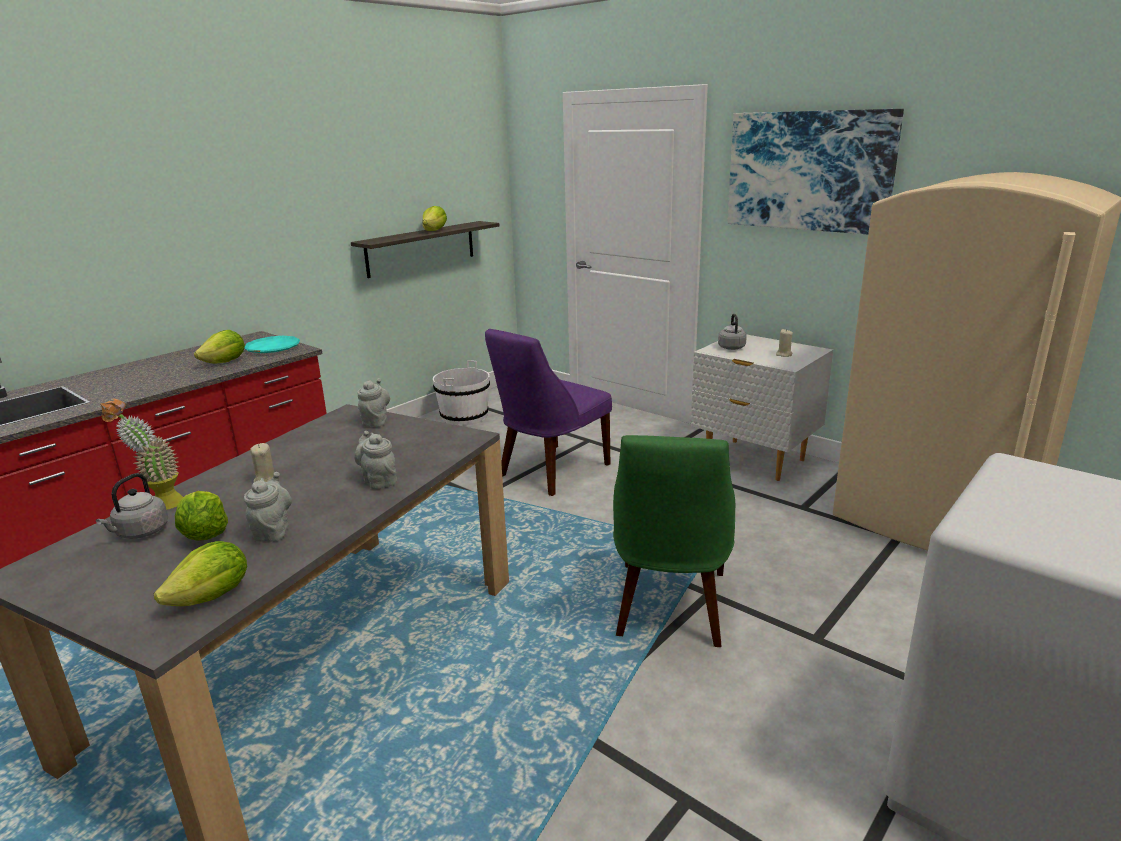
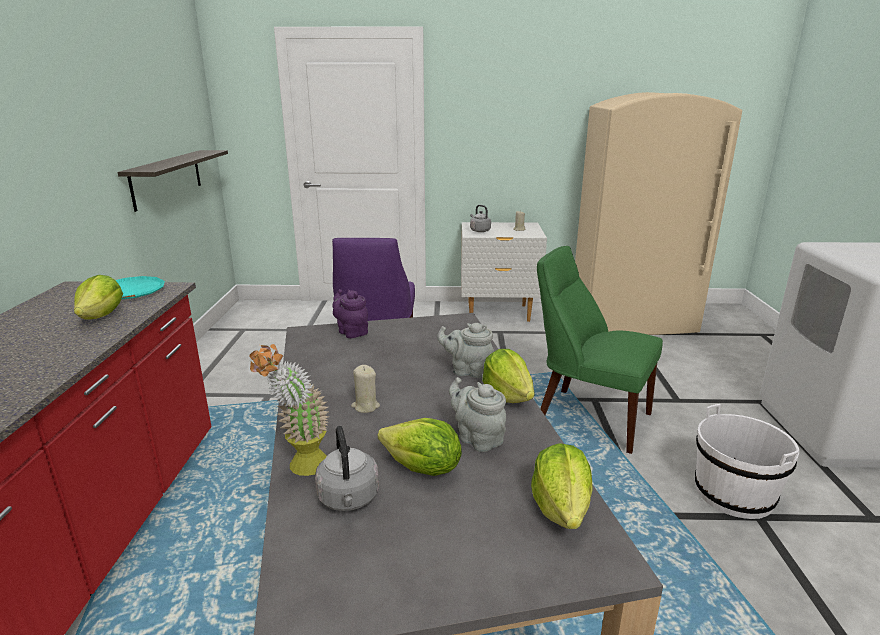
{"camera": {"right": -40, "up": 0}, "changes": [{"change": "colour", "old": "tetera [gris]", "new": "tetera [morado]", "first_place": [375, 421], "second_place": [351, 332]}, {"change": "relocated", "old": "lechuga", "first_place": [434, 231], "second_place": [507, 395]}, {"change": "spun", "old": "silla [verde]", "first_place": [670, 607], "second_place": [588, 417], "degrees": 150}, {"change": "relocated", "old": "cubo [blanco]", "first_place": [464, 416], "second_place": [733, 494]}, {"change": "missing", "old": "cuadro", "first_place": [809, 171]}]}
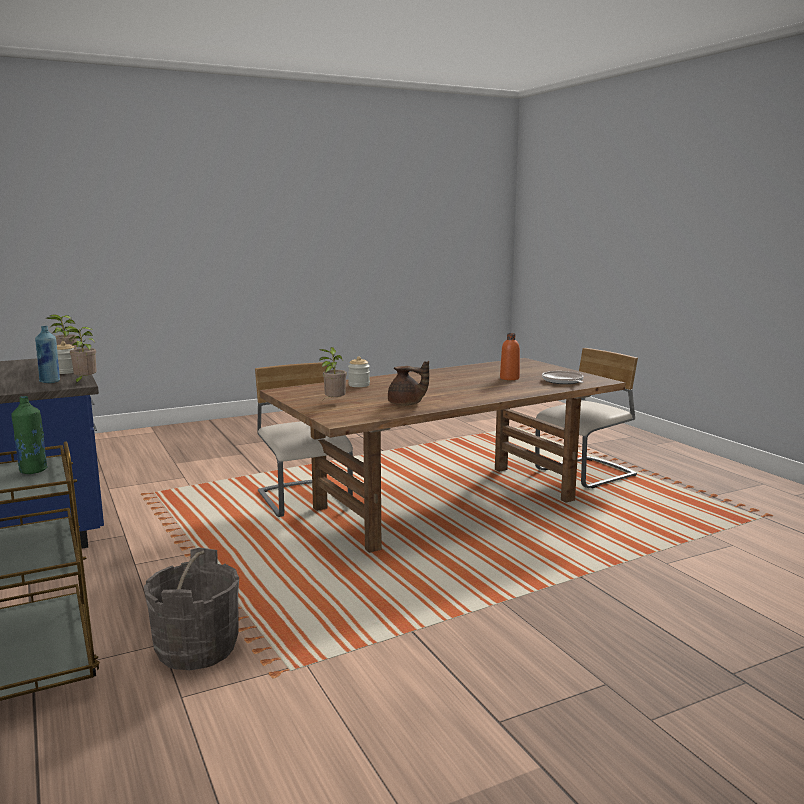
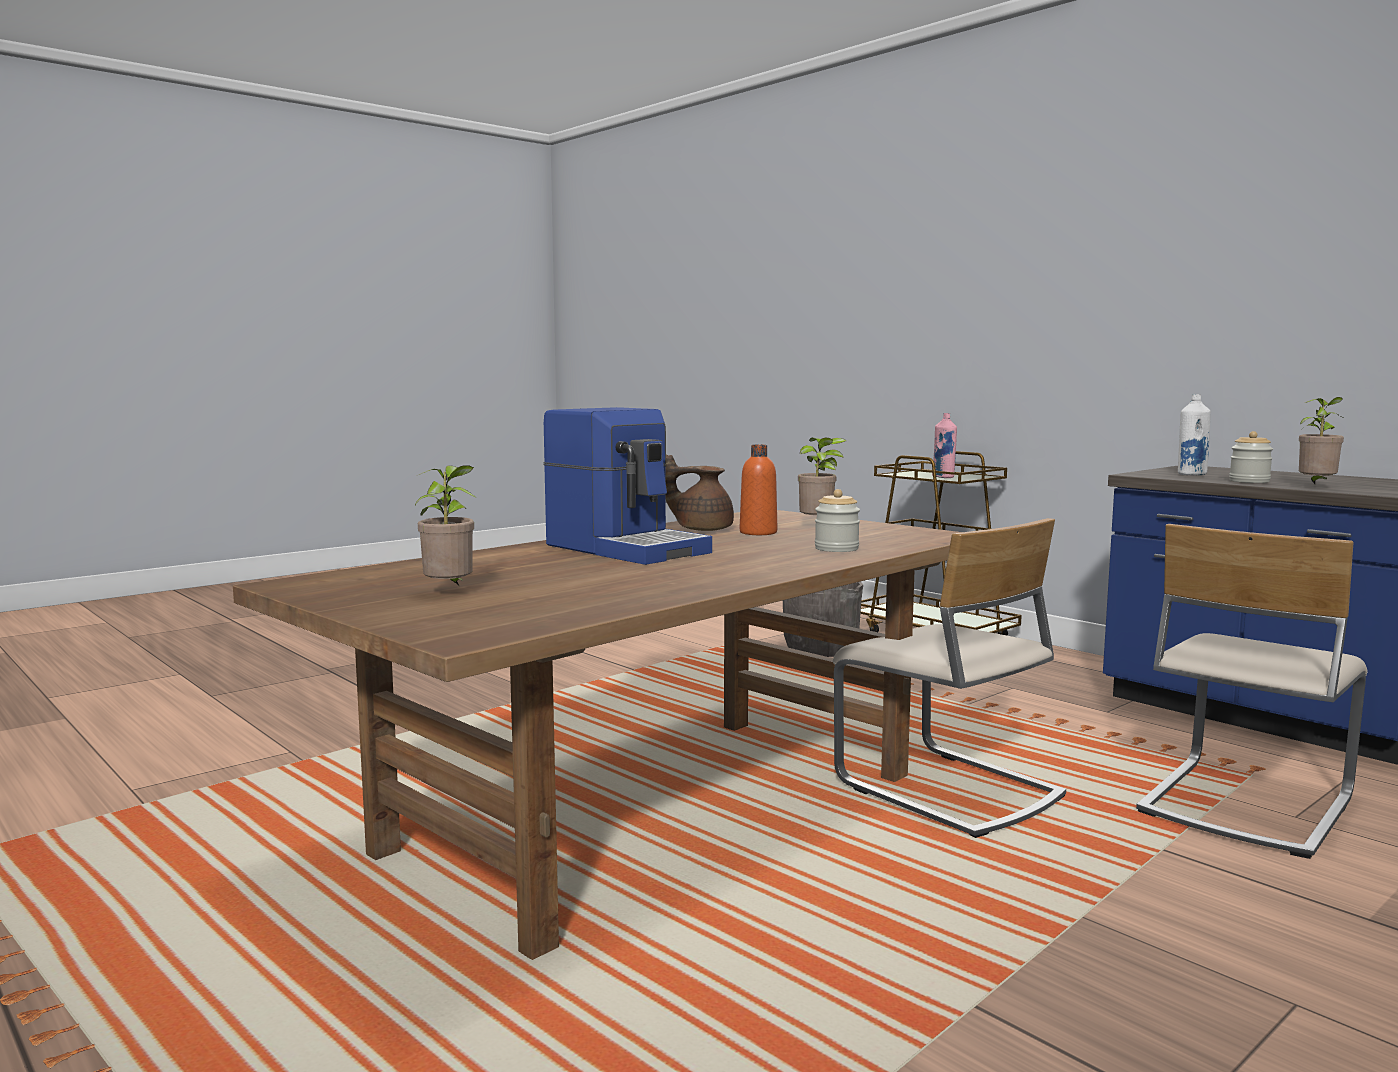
{"camera": {"right": 165, "up": -5}, "changes": [{"change": "relocated", "old": "planta en maceta", "first_place": [84, 382], "second_place": [450, 592]}, {"change": "appeared", "new": "cafetera", "second_place": [627, 548]}, {"change": "relocated", "old": "botella [naranja]", "first_place": [509, 378], "second_place": [758, 532]}, {"change": "colour", "old": "botella [verde]", "new": "botella [rosa]", "first_place": [33, 470], "second_place": [943, 477]}, {"change": "relocated", "old": "silla [beis]", "first_place": [586, 474], "second_place": [1243, 805]}, {"change": "colour", "old": "botella [azul]", "new": "botella [blanco]", "first_place": [50, 381], "second_place": [1191, 474]}, {"change": "missing", "old": "sartén", "first_place": [563, 381]}]}
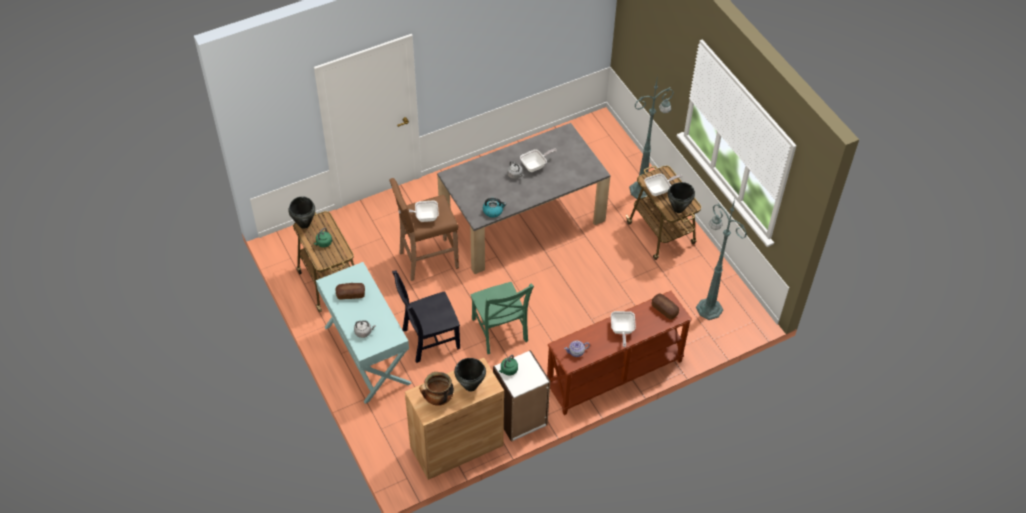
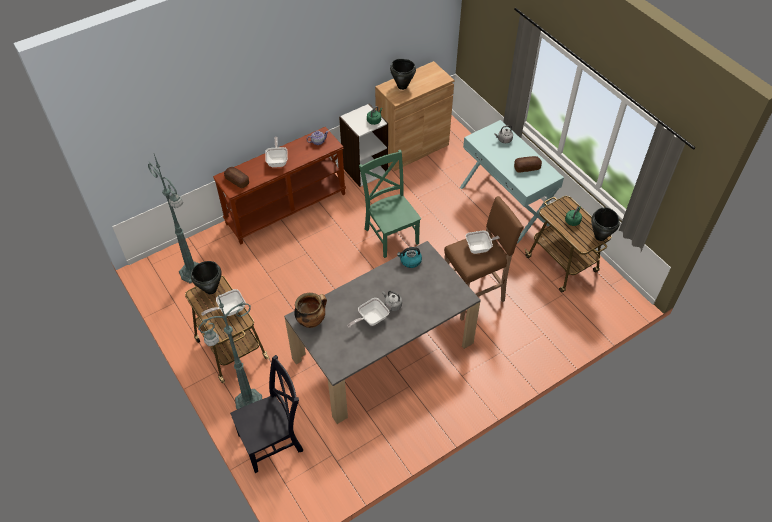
{"camera": {"right": 175, "up": 0}, "changes": [{"change": "relocated", "old": "silla [negro]", "first_place": [428, 339], "second_place": [273, 441]}, {"change": "relocated", "old": "olla", "first_place": [438, 399], "second_place": [311, 320]}]}
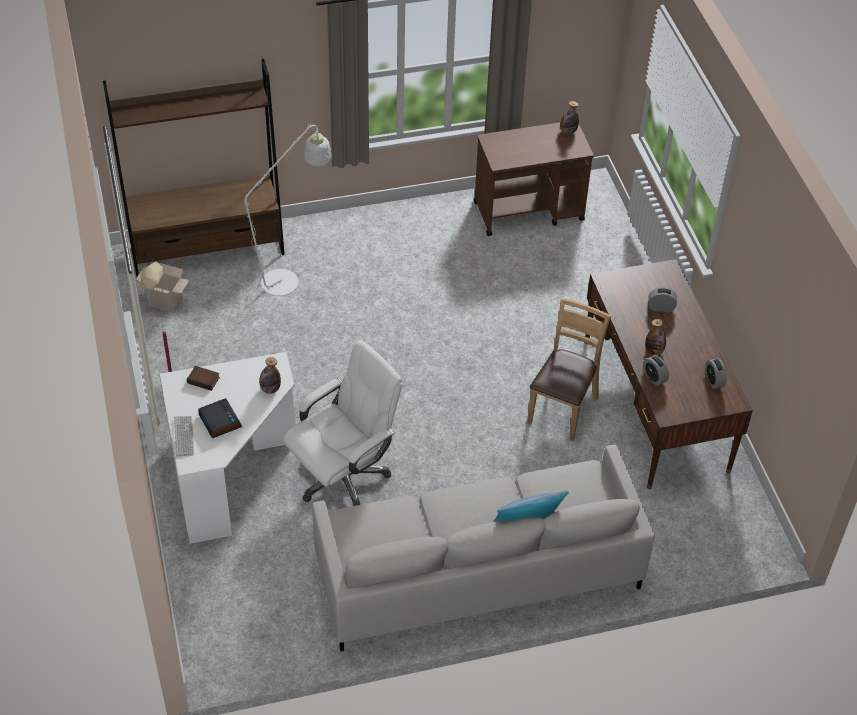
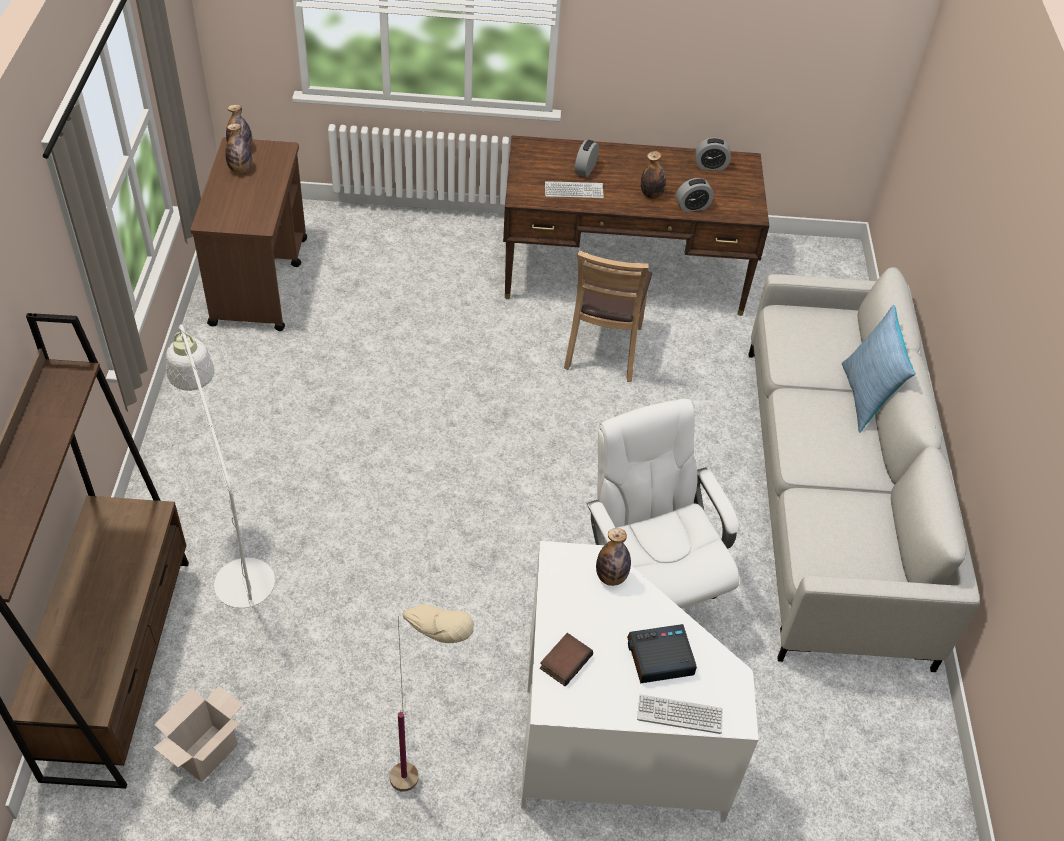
{"camera": {"right": -75, "up": 0}, "changes": [{"change": "appeared", "new": "botella", "second_place": [240, 170]}, {"change": "appeared", "new": "teclado", "second_place": [574, 191]}, {"change": "spun", "old": "silla [marrón]", "first_place": [562, 409], "second_place": [604, 349], "degrees": -120}]}
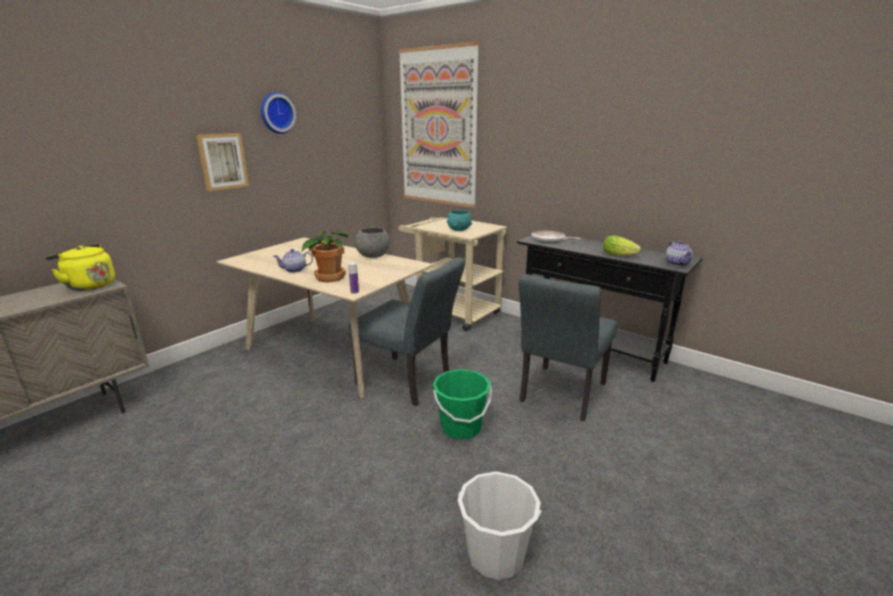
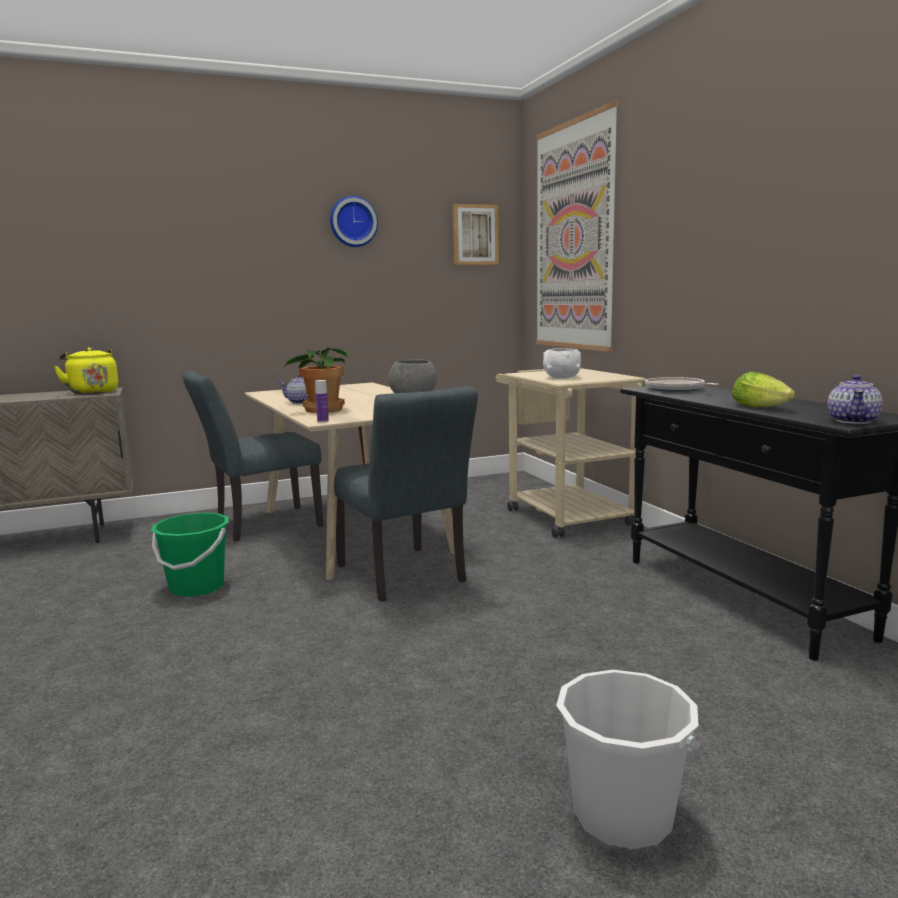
{"camera": {"right": 30, "up": -10}, "changes": [{"change": "relocated", "old": "cubo [verde]", "first_place": [461, 427], "second_place": [197, 587]}, {"change": "relocated", "old": "silla [gris]", "first_place": [560, 395], "second_place": [259, 525]}, {"change": "relocated", "old": "cuadro", "first_place": [222, 161], "second_place": [475, 235]}, {"change": "colour", "old": "cuenco [turquesa]", "new": "cuenco [blanco]", "first_place": [458, 229], "second_place": [561, 377]}, {"change": "relocated", "old": "cubo [blanco]", "first_place": [496, 555], "second_place": [623, 815]}]}
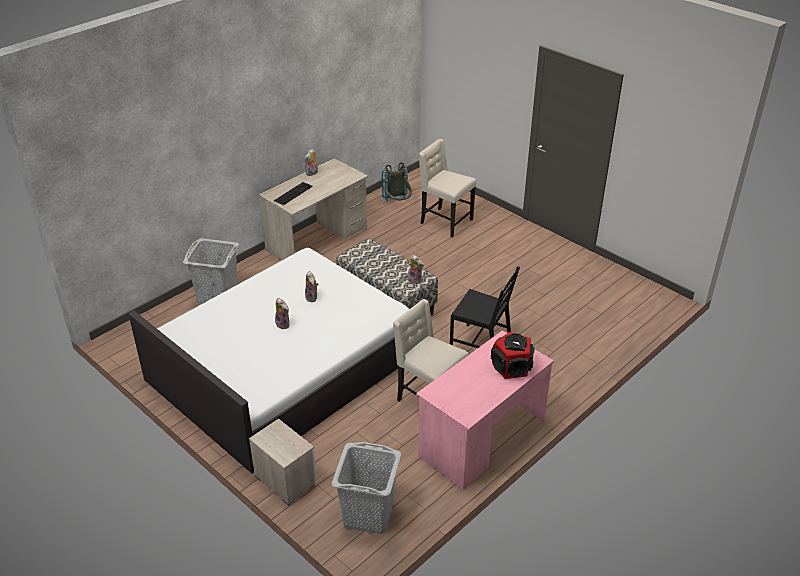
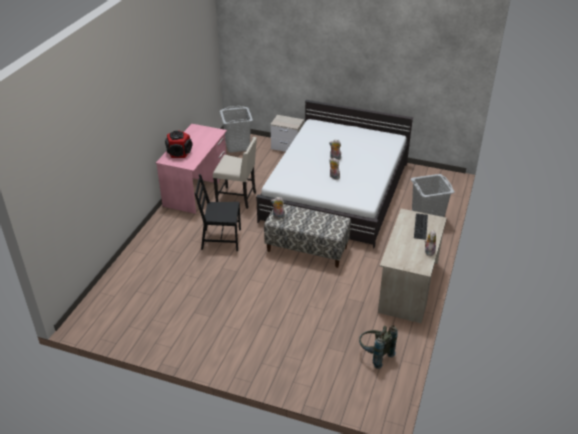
{"camera": {"right": 155, "up": 0}, "changes": [{"change": "missing", "old": "silla [beis]", "first_place": [445, 222]}]}
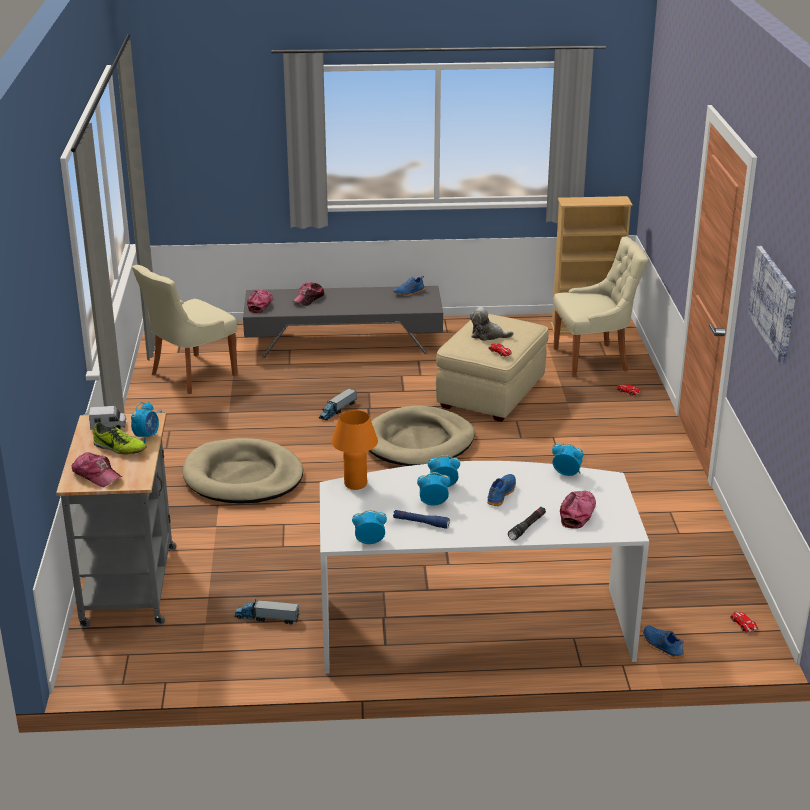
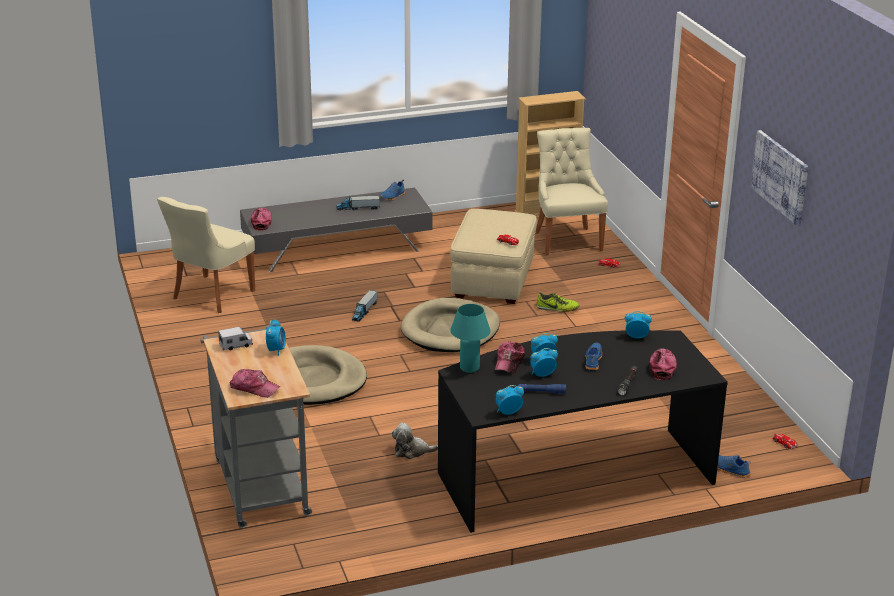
{"camera": {"right": -15, "up": 0}, "changes": [{"change": "relocated", "old": "camión de juguete", "first_place": [267, 618], "second_place": [358, 208]}, {"change": "relocated", "old": "peluche", "first_place": [488, 335], "second_place": [412, 451]}, {"change": "colour", "old": "escritorio [blanco]", "new": "escritorio [negro]", "first_place": [474, 623], "second_place": [572, 474]}, {"change": "colour", "old": "lámpara de mesa [naranja]", "new": "lámpara de mesa [turquesa]", "first_place": [355, 484], "second_place": [469, 368]}, {"change": "relocated", "old": "gorra", "first_place": [308, 298], "second_place": [509, 362]}, {"change": "spun", "old": "silla [beis]", "first_place": [593, 360], "second_place": [567, 240], "degrees": -75}, {"change": "relocated", "old": "zapato", "first_place": [119, 449], "second_place": [557, 309]}]}
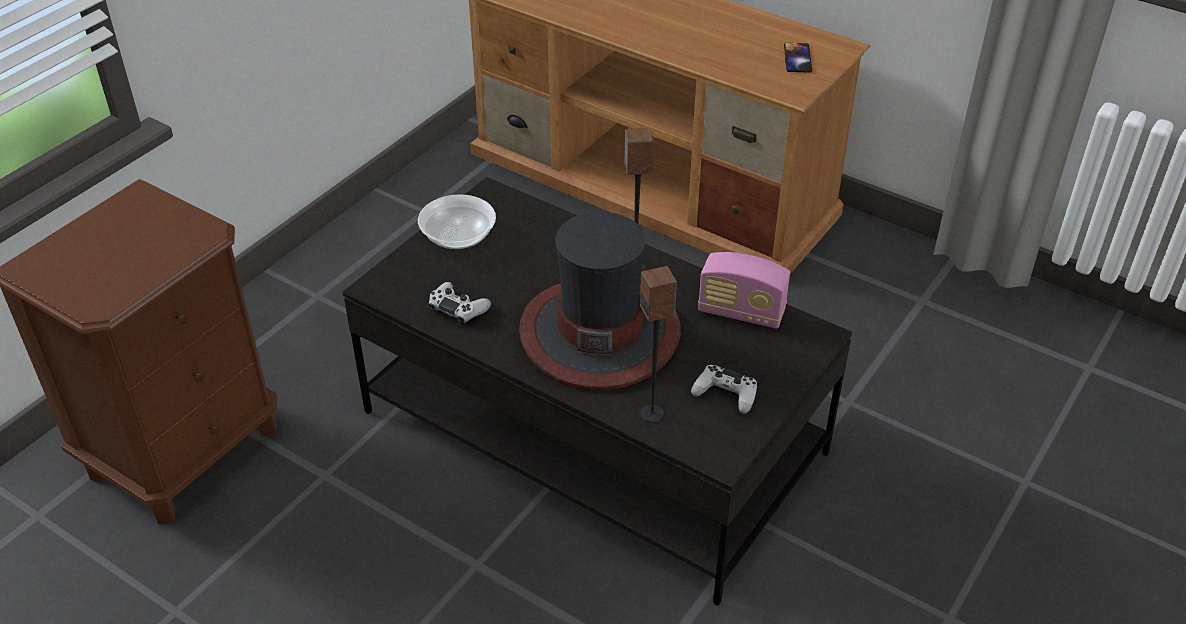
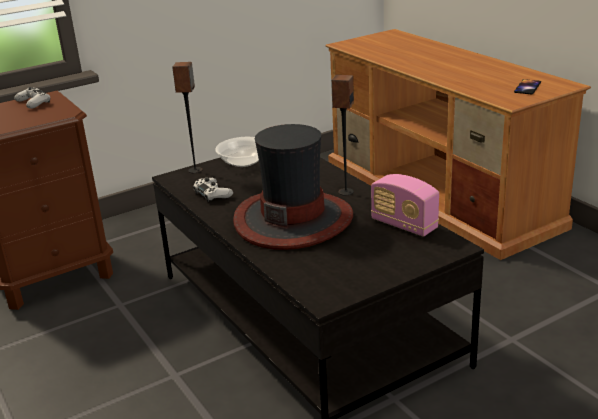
{"camera": {"right": 25, "up": -15}, "changes": [{"change": "relocated", "old": "mando de consola [blanco]", "first_place": [725, 394], "second_place": [33, 103]}, {"change": "relocated", "old": "altavoz", "first_place": [652, 413], "second_place": [195, 170]}]}
